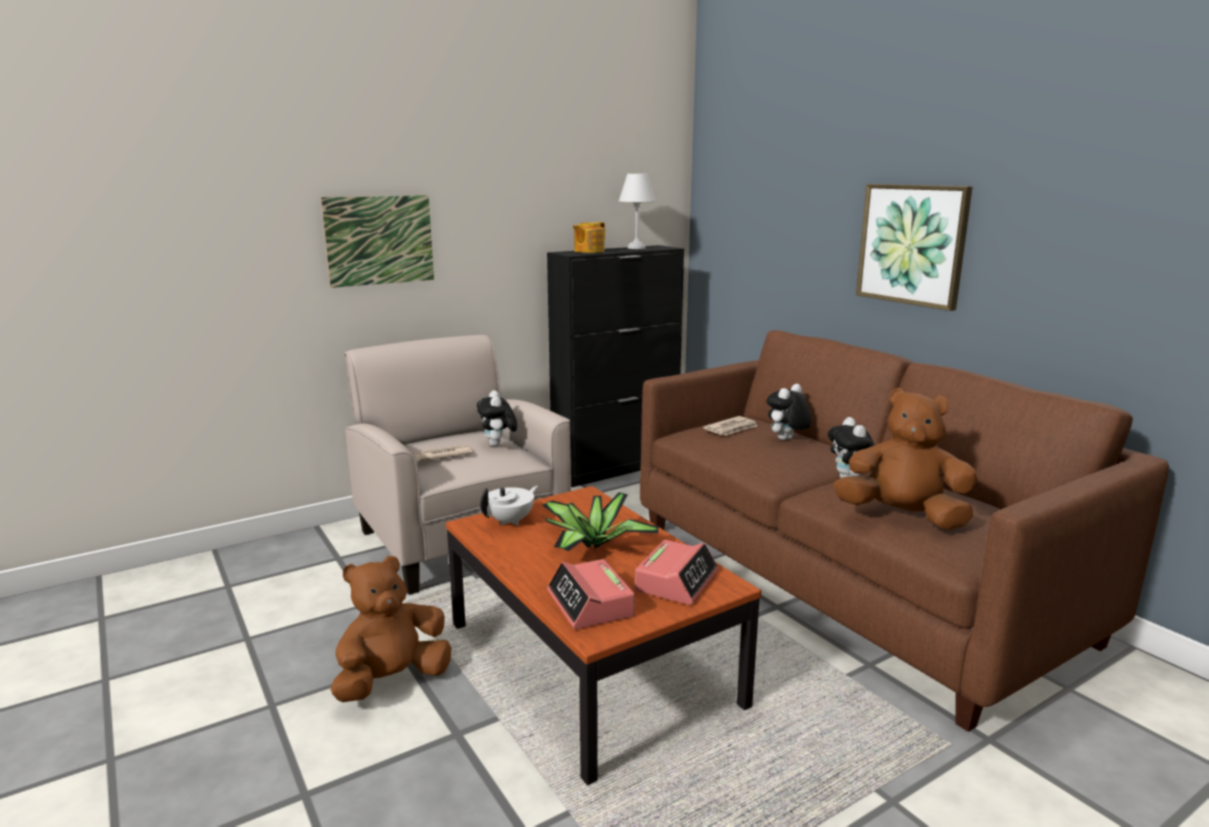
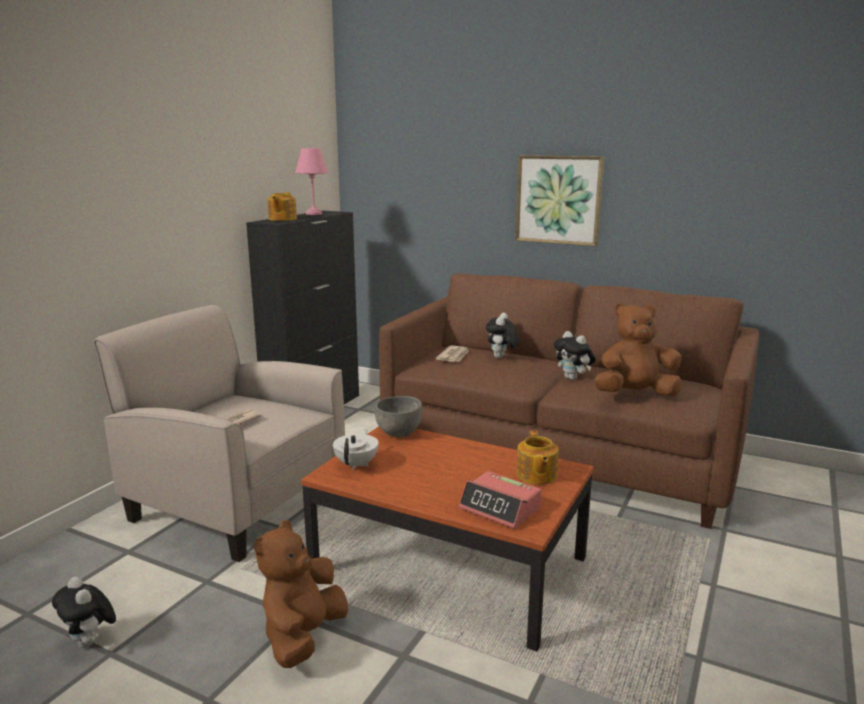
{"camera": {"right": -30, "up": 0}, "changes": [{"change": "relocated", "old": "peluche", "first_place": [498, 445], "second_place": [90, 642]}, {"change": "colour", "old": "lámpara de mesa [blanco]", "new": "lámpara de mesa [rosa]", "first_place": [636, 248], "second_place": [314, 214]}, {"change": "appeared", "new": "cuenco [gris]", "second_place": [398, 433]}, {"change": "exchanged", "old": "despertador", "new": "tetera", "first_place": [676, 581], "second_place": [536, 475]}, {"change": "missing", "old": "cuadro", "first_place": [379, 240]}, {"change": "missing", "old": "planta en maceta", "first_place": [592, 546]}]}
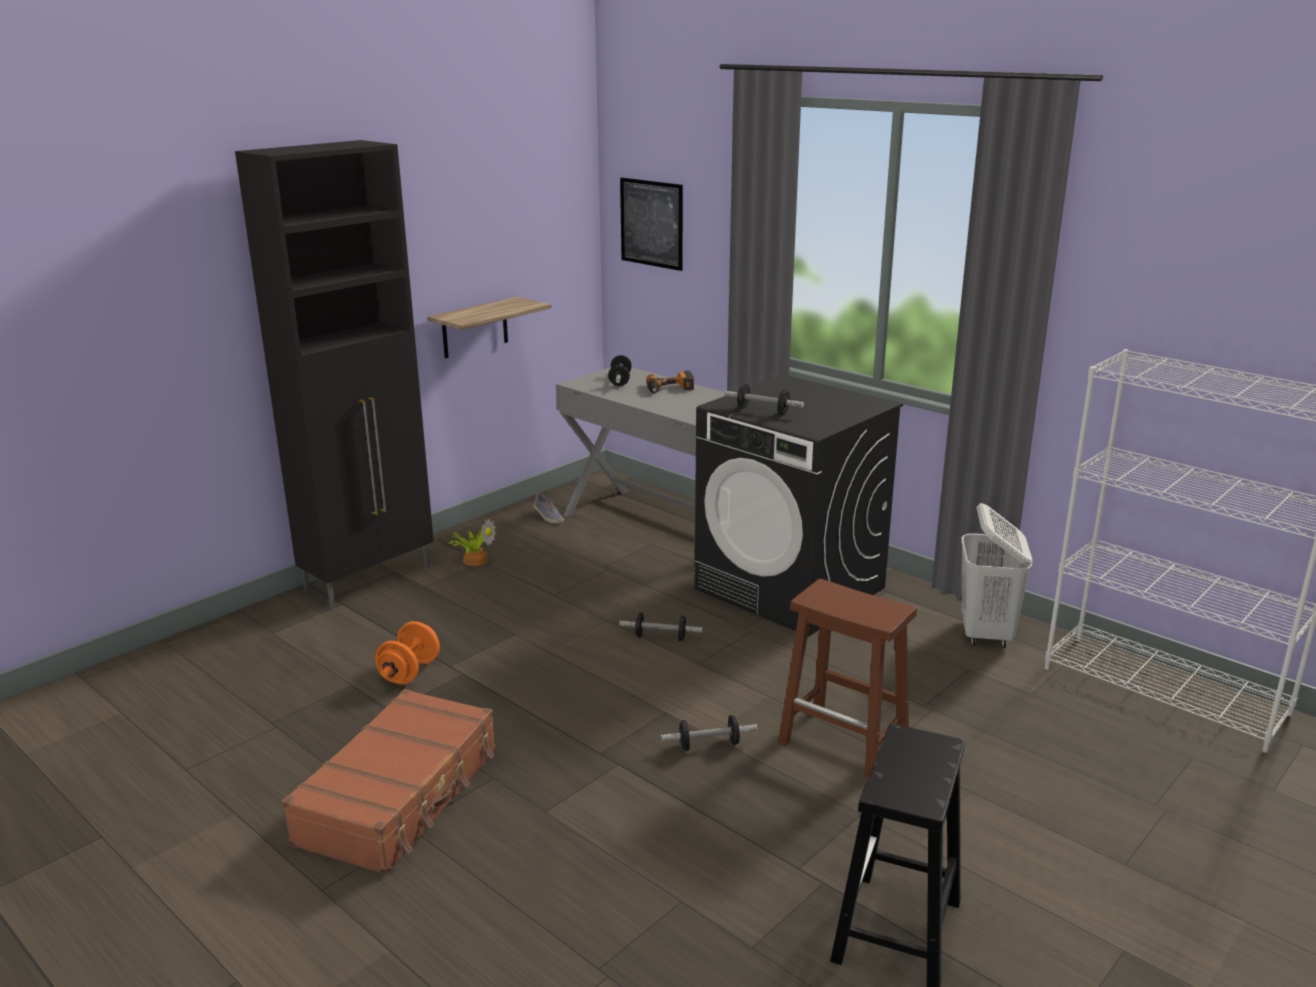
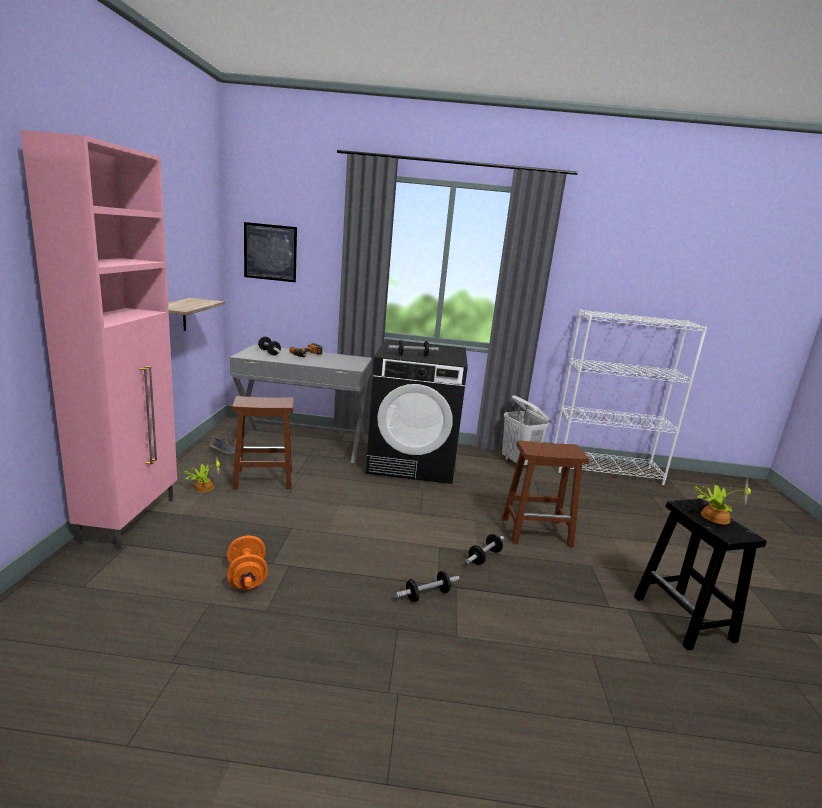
{"camera": {"right": -40, "up": -5}, "changes": [{"change": "colour", "old": "armario [negro]", "new": "armario [rosa]", "first_place": [371, 578], "second_place": [131, 519]}, {"change": "appeared", "new": "taburete [marrón]", "second_place": [262, 479]}, {"change": "relocated", "old": "mancuerna", "first_place": [660, 637], "second_place": [427, 595]}, {"change": "appeared", "new": "planta en maceta", "second_place": [713, 516]}, {"change": "missing", "old": "maleta [marrón]", "first_place": [401, 796]}]}
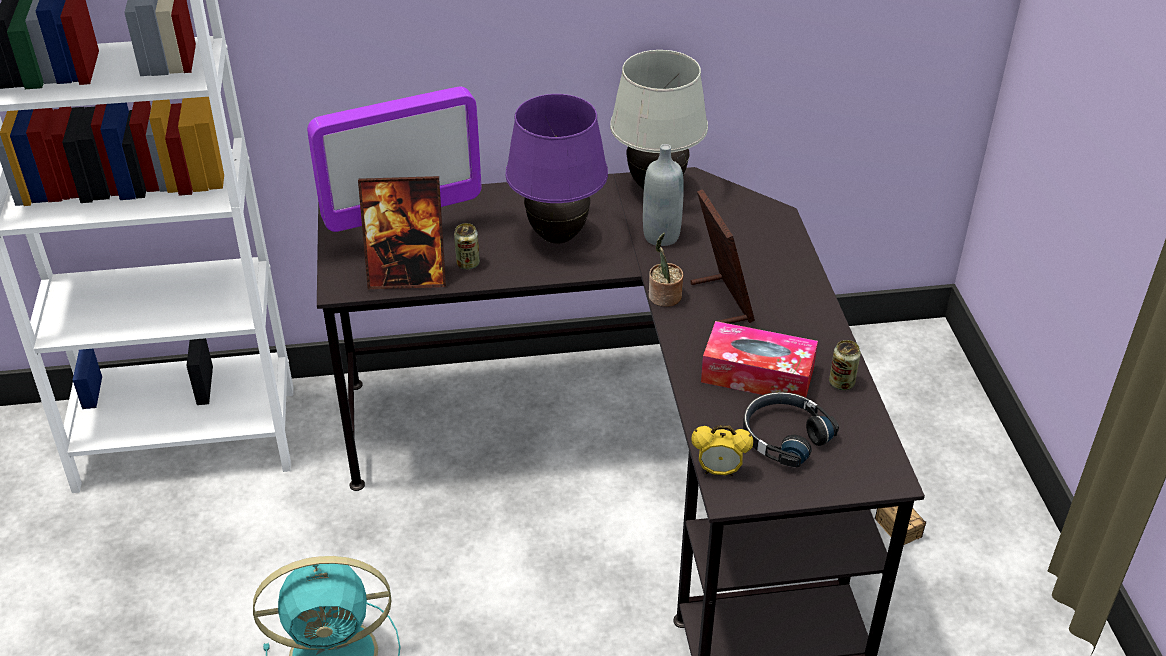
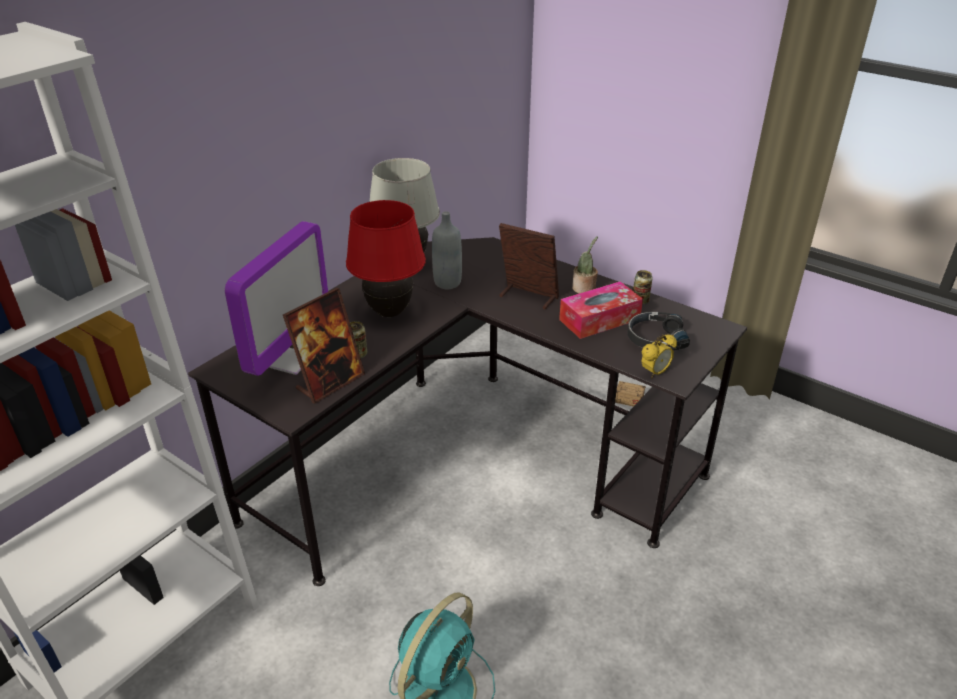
{"camera": {"right": -45, "up": -5}, "changes": [{"change": "colour", "old": "lámpara de mesa [morado]", "new": "lámpara de mesa [rojo]", "first_place": [557, 236], "second_place": [389, 312]}, {"change": "relocated", "old": "planta en maceta", "first_place": [664, 298], "second_place": [584, 289]}]}
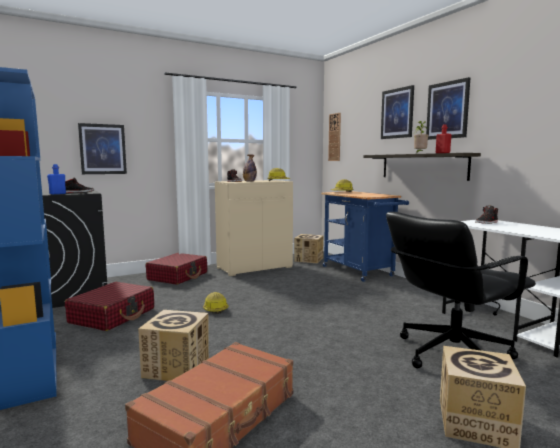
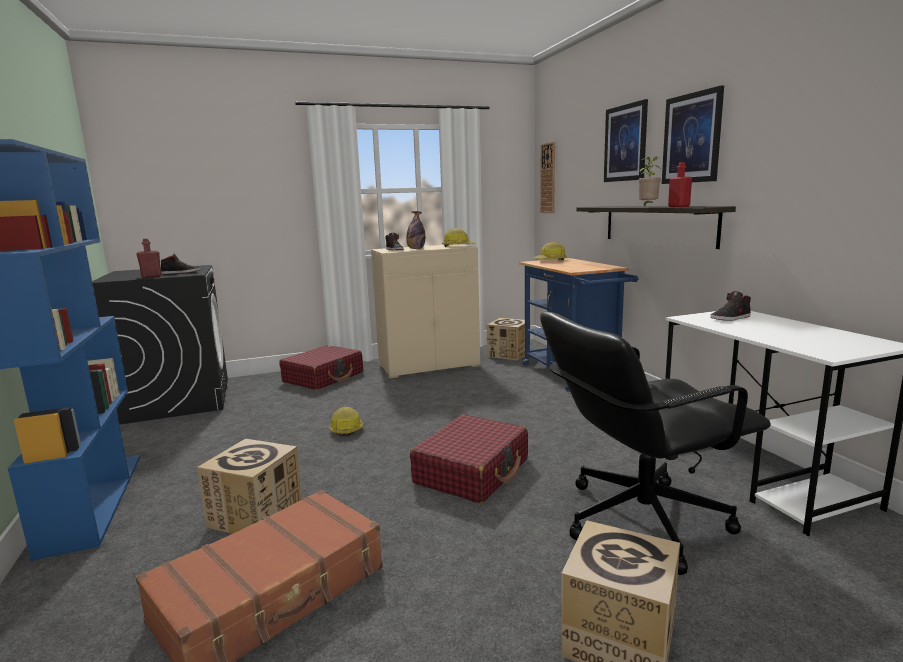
{"camera": {"right": 10, "up": 5}, "changes": [{"change": "colour", "old": "botella [azul]", "new": "botella [rojo]", "first_place": [57, 193], "second_place": [151, 276]}, {"change": "relocated", "old": "maleta [rojo]", "first_place": [113, 315], "second_place": [472, 471]}, {"change": "missing", "old": "cuadro", "first_place": [103, 149]}]}
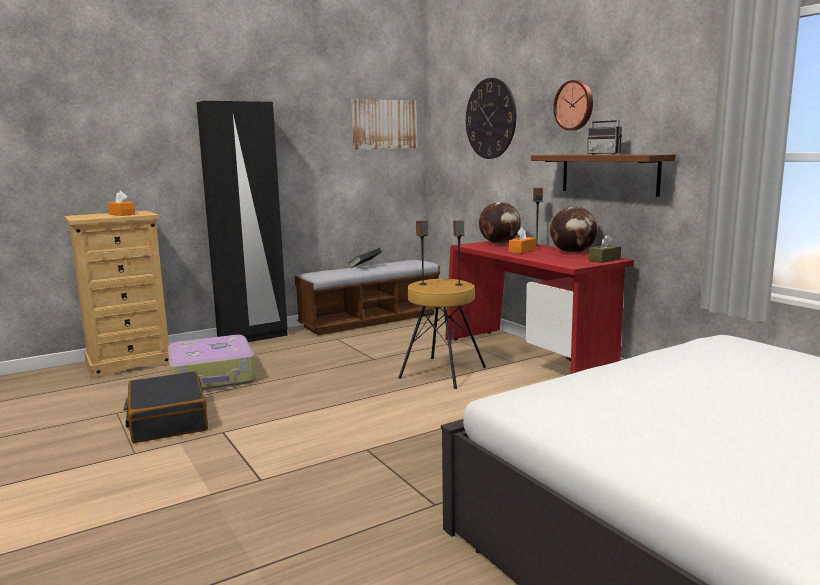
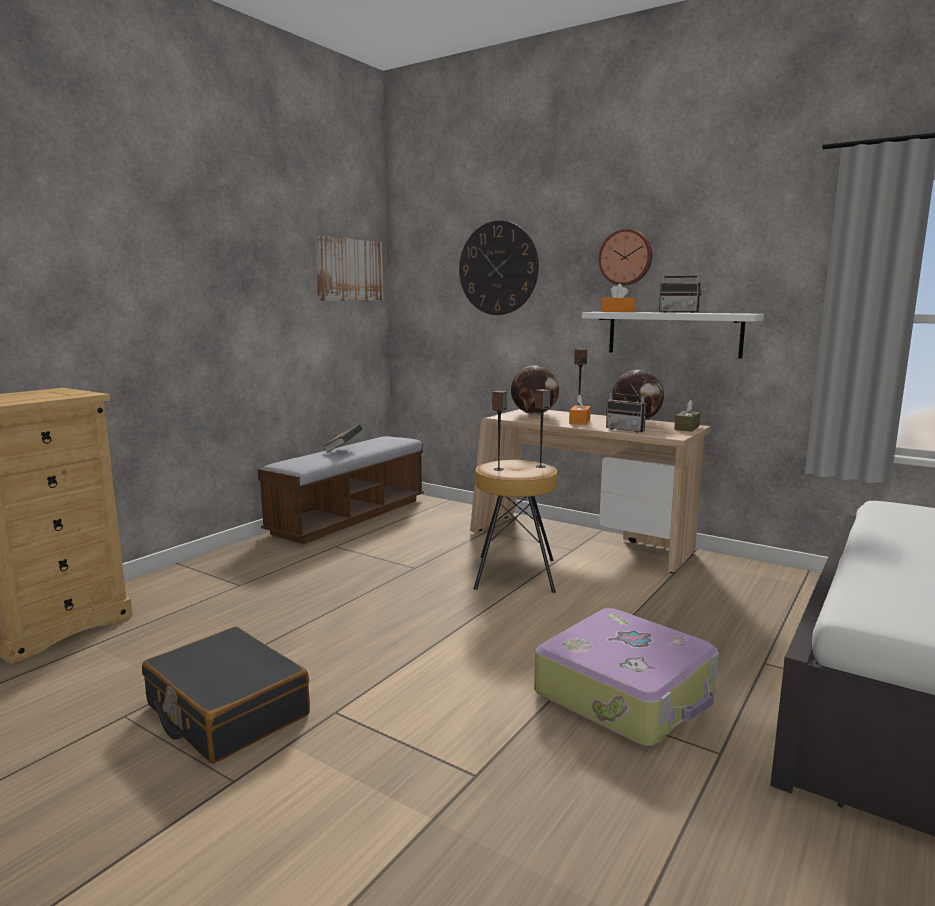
{"camera": {"right": -25, "up": 0}, "changes": [{"change": "colour", "old": "escritorio [rojo]", "new": "escritorio [beis]", "first_place": [528, 357], "second_place": [581, 542]}, {"change": "relocated", "old": "maleta", "first_place": [213, 376], "second_place": [626, 693]}, {"change": "colour", "old": "estante [marrón]", "new": "estante [blanco]", "first_place": [608, 174], "second_place": [673, 334]}, {"change": "relocated", "old": "caja de pañuelos [naranja]", "first_place": [121, 214], "second_place": [618, 311]}, {"change": "appeared", "new": "radio", "second_place": [627, 430]}, {"change": "missing", "old": "armario ropero [negro]", "first_place": [253, 338]}]}
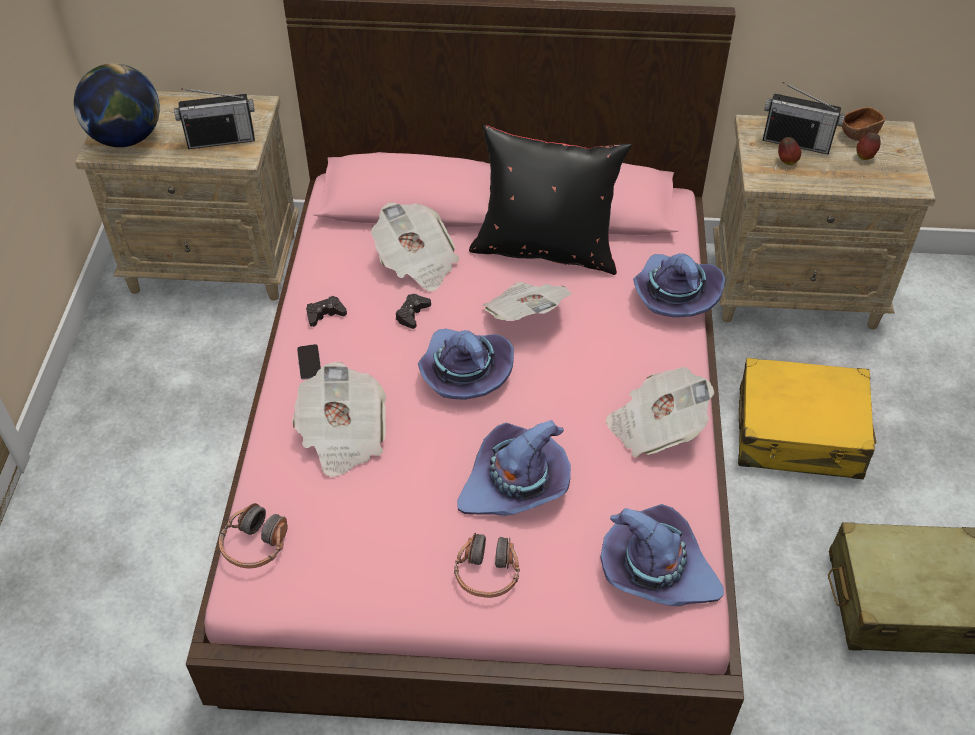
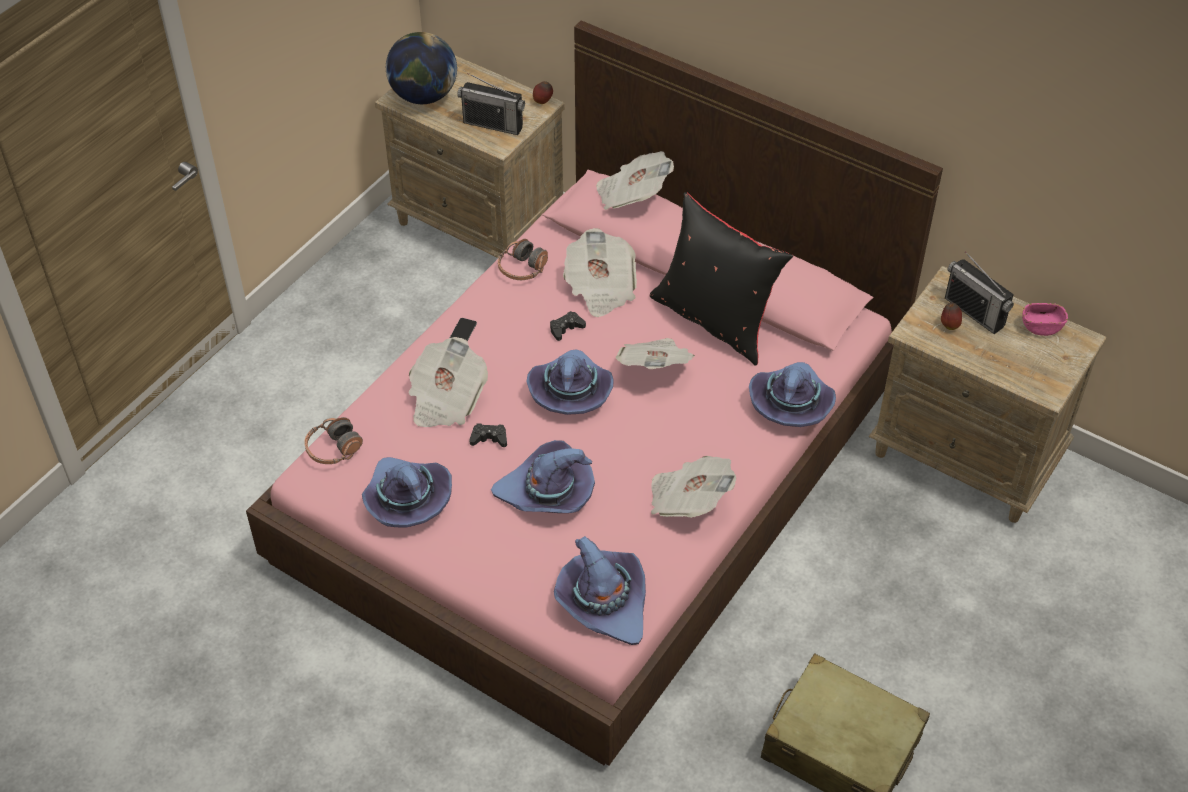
{"camera": {"right": 30, "up": 0}, "changes": [{"change": "appeared", "new": "sombrero [morado]", "second_place": [406, 500]}, {"change": "relocated", "old": "mando de consola [negro]", "first_place": [325, 314], "second_place": [489, 438]}, {"change": "relocated", "old": "auriculares", "first_place": [487, 573], "second_place": [522, 269]}, {"change": "relocated", "old": "manzana", "first_place": [865, 157], "second_place": [543, 102]}, {"change": "appeared", "new": "periódico", "second_place": [632, 195]}, {"change": "colour", "old": "cuenco [marrón]", "new": "cuenco [rosa]", "first_place": [858, 133], "second_place": [1041, 327]}, {"change": "missing", "old": "maleta [amarillo]", "first_place": [799, 434]}]}
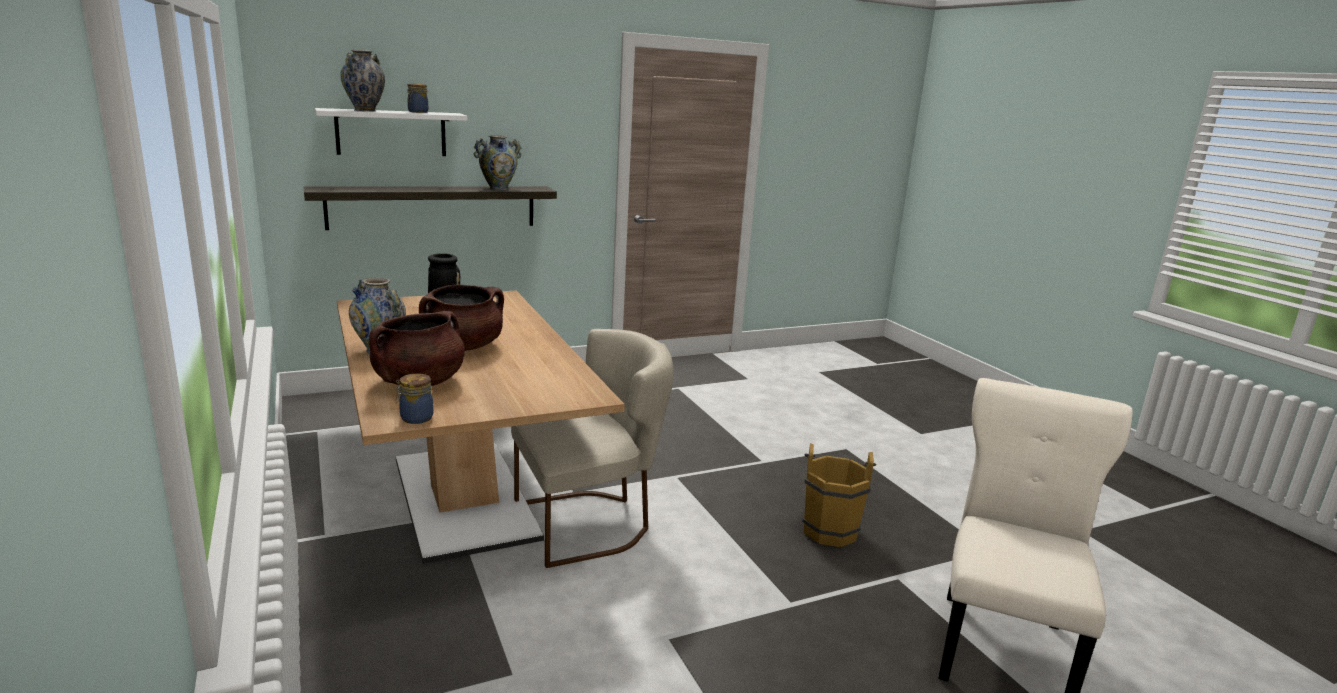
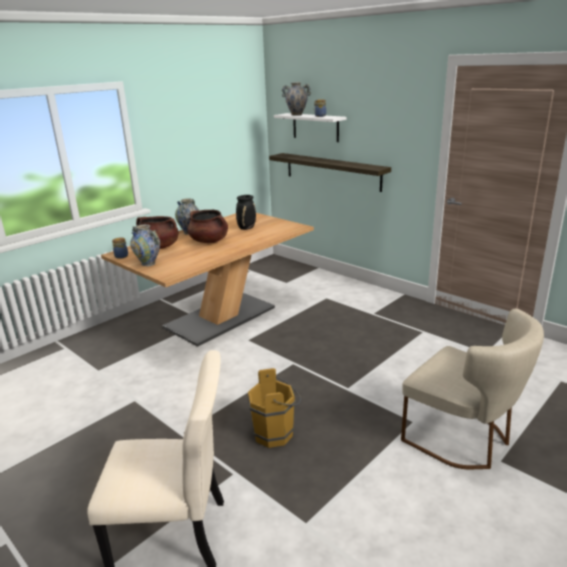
{"camera": {"right": 70, "up": 5}, "changes": [{"change": "relocated", "old": "florero", "first_place": [498, 189], "second_place": [148, 263]}, {"change": "relocated", "old": "silla [beis]", "first_place": [590, 523], "second_place": [463, 439]}]}
